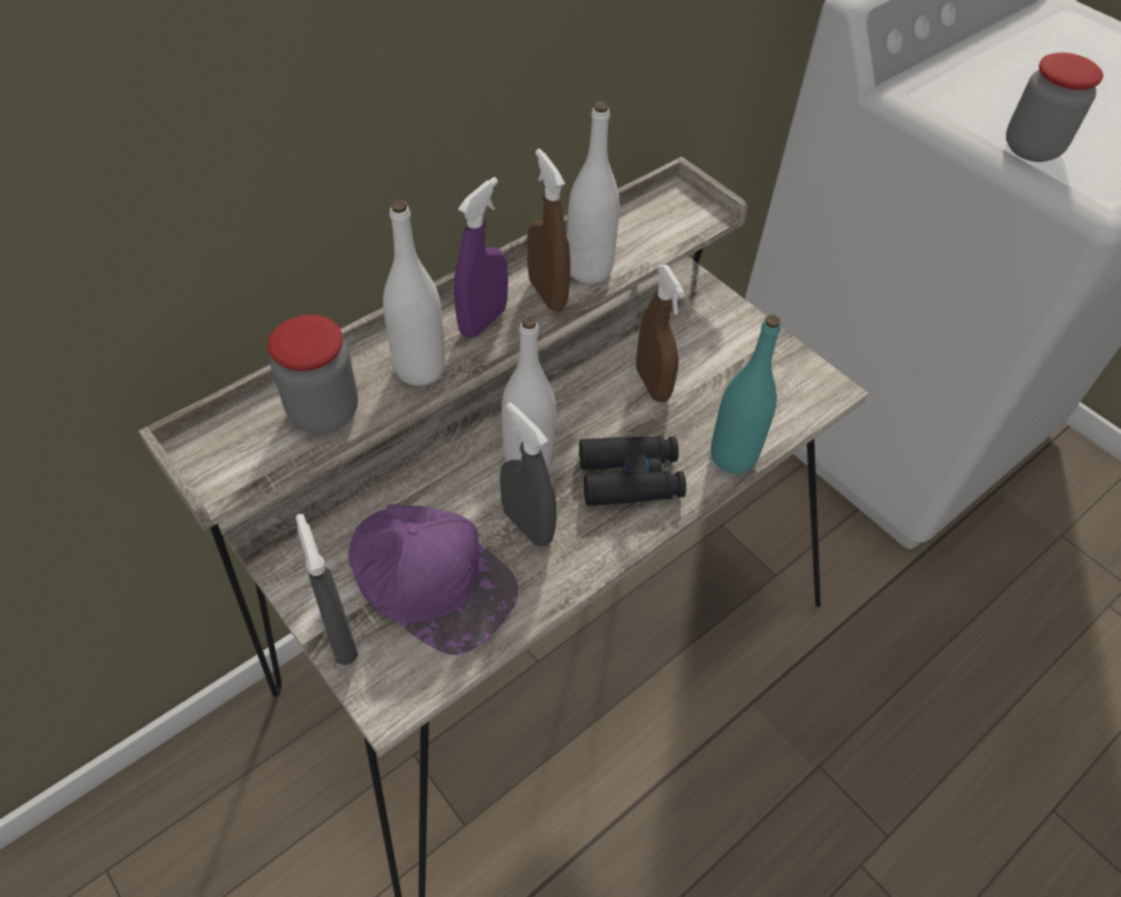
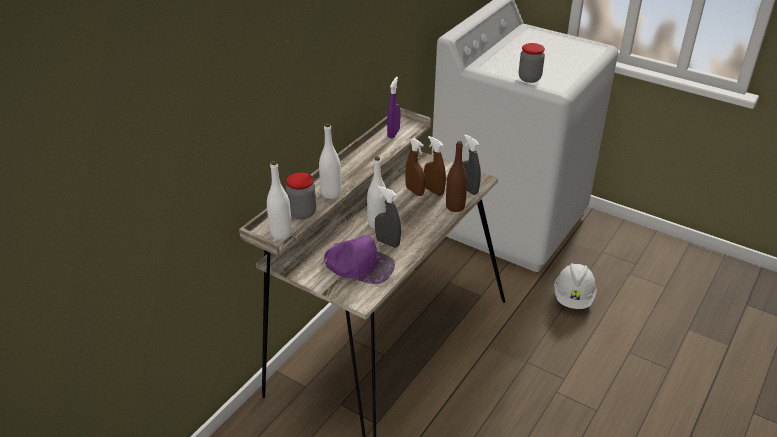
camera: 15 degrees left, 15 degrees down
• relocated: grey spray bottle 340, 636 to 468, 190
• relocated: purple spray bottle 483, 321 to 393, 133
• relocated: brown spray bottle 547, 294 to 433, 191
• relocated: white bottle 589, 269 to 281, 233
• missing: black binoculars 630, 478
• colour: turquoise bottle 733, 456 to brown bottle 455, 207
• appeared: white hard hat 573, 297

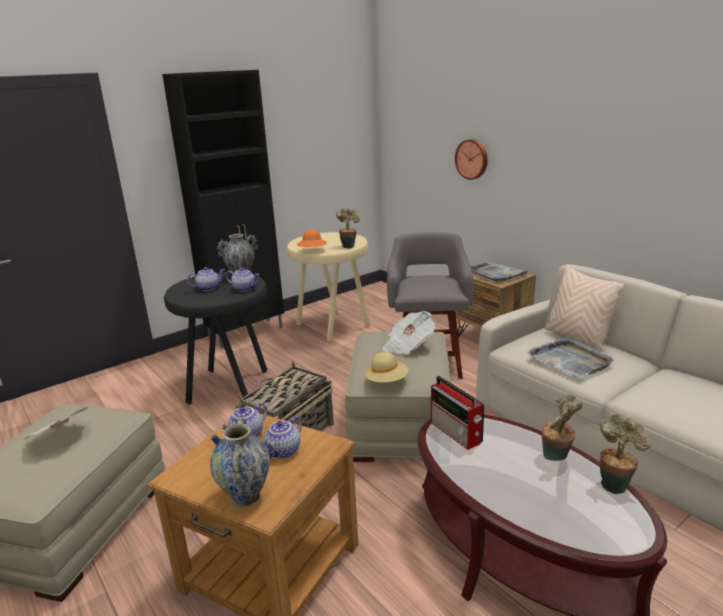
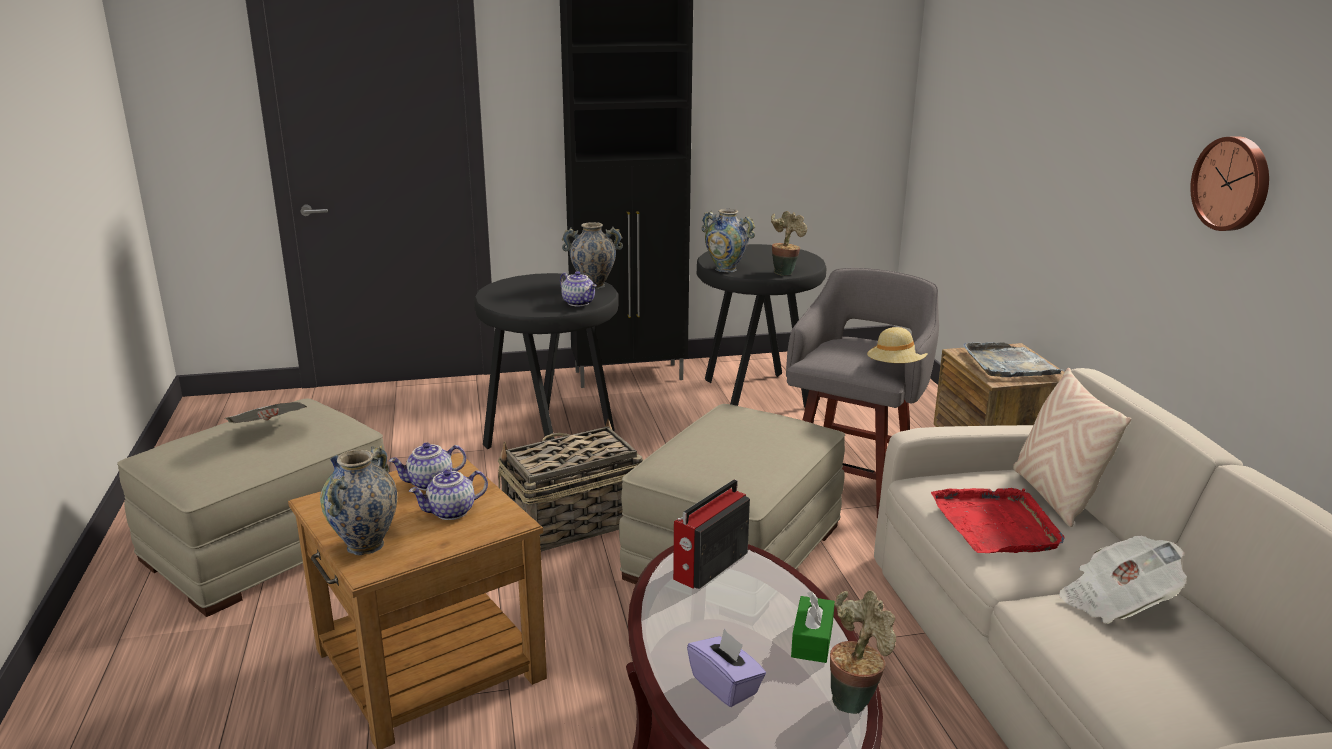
camera: 25 degrees right, 0 degrees up
• missing: teapot 208, 288
• colour: beige stool 333, 327 to black stool 755, 395
• exchanged: orange hat 312, 251 to vase 726, 269
• relocated: beige hat 387, 381 to 896, 367
• relocated: newspaper 408, 346 to 1116, 602
• spun: radio 456, 433 = 709, 566 45 degrees clockwise
• relocated: wall clock 472, 159 to 1233, 183
• colour: grey tray 570, 360 to red tray 996, 524
• exchanged: potted plant 556, 457 to green tissue box 812, 640
• appeared: purple tissue box 725, 685

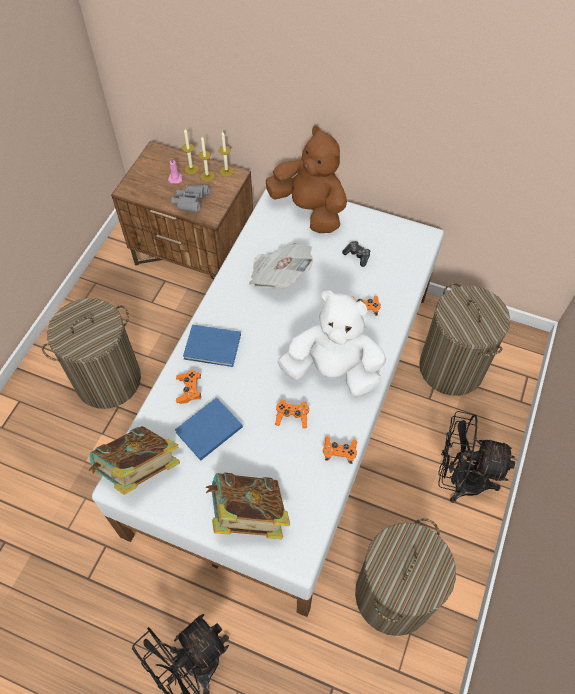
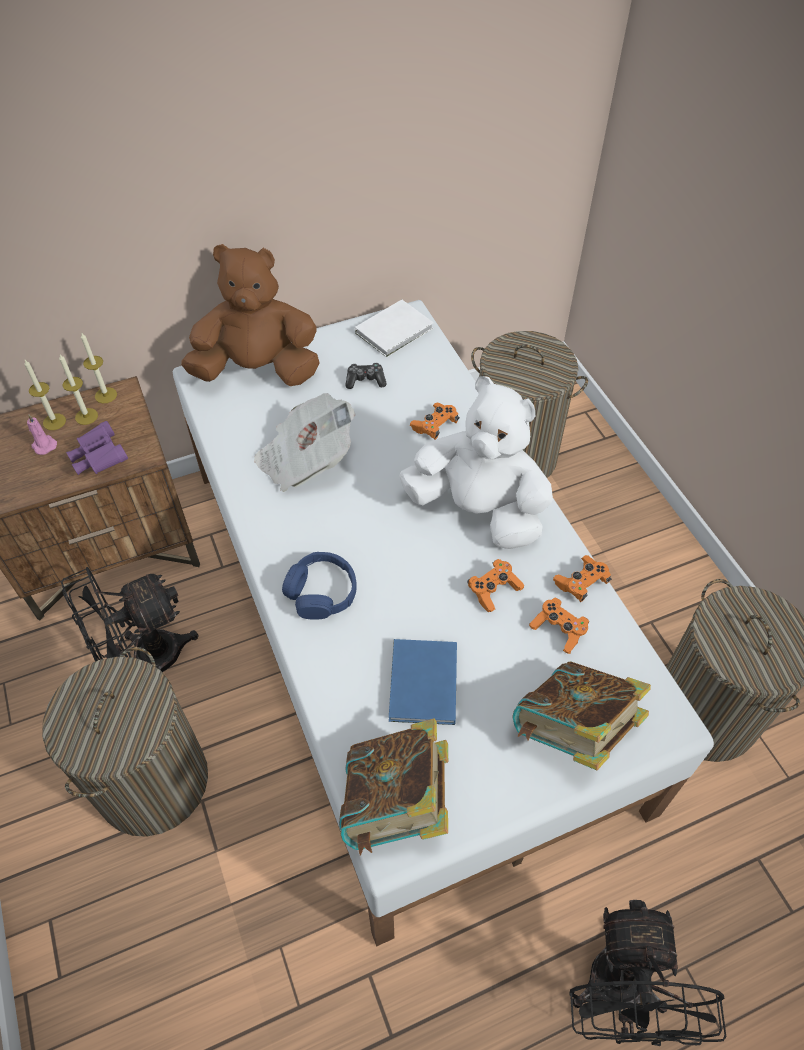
camera: 45 degrees left, 5 degrees down
• colour: grey binoculars 191, 203 to purple binoculars 100, 459
• relocated: orange game controller 189, 390 to 559, 630
• exchanged: blue book 213, 348 to blue headphones 321, 592
• spun: white plush toy 333, 371 = 478, 510 60 degrees clockwise
• relocated: black fan 459, 479 to 145, 660
• appeared: white book 396, 330

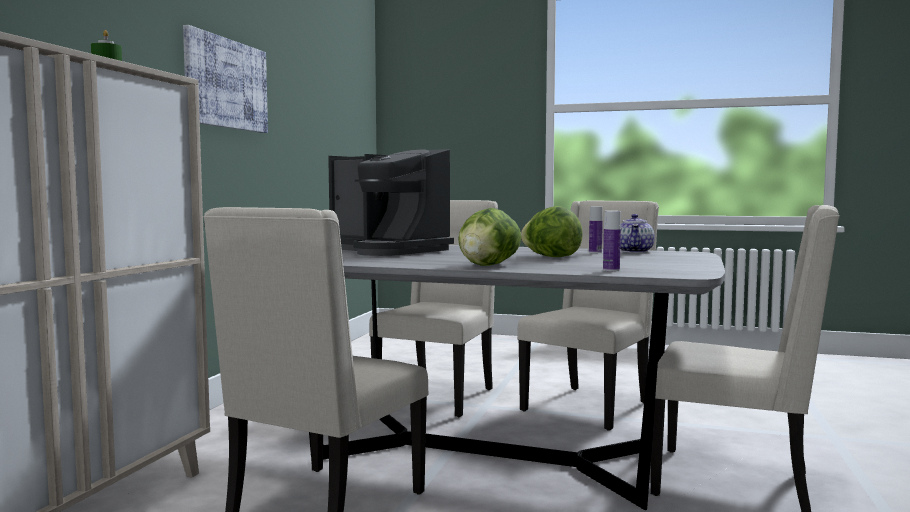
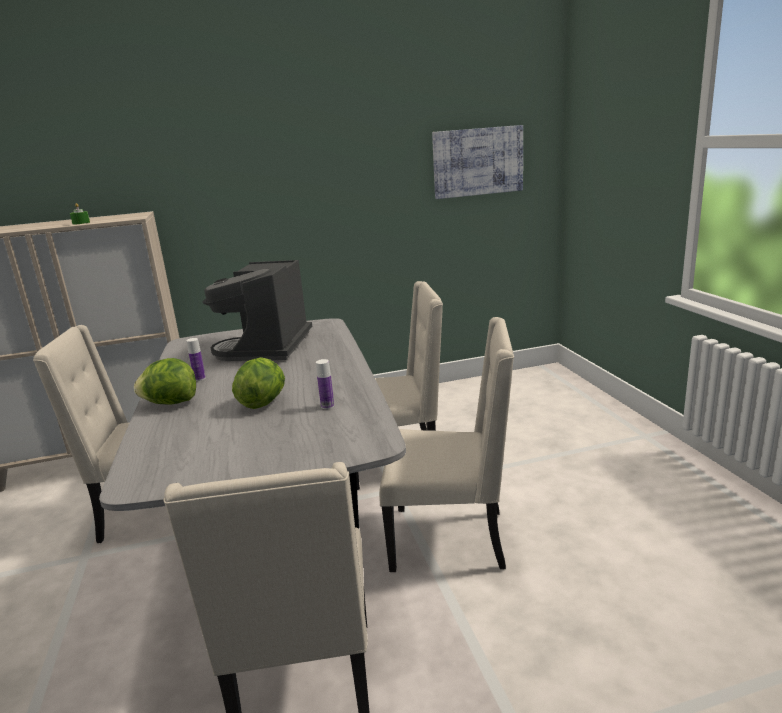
camera: 60 degrees right, 15 degrees up
• relocated: picture 226, 84 to 478, 162
• relocated: bottle 611, 270 to 199, 378
• missing: teapot 634, 251

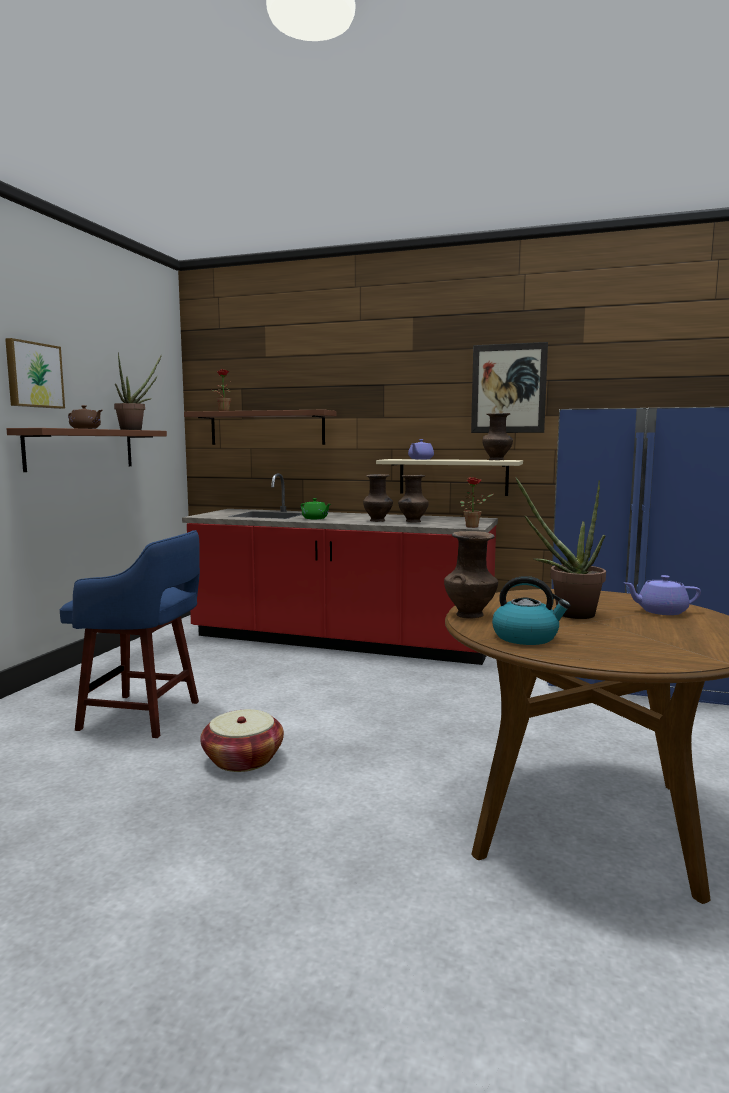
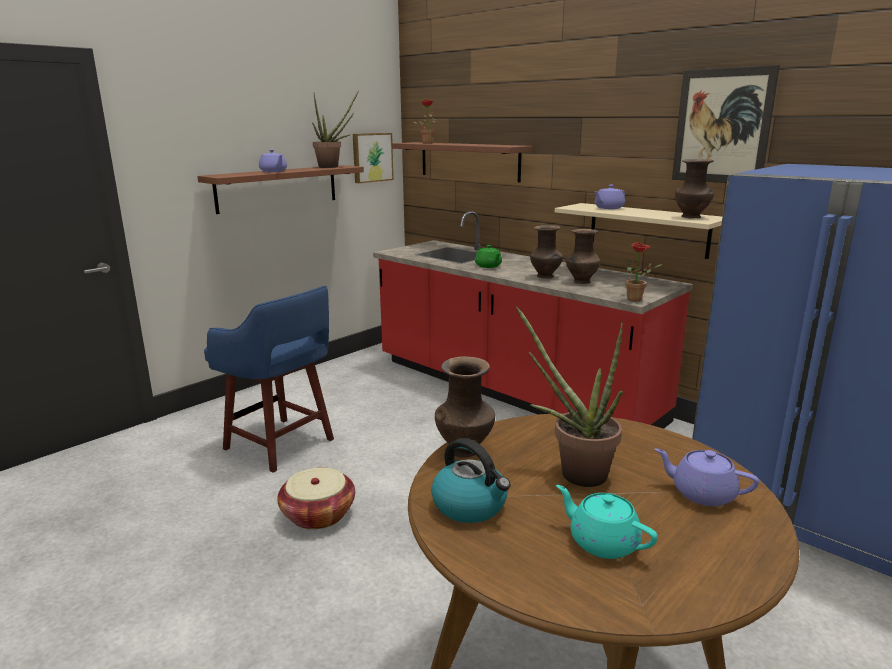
camera: 25 degrees right, 10 degrees up
• relocated: picture 33, 375 to 371, 157
• colour: brown teapot 86, 428 to purple teapot 273, 171
• appeared: turquoise teapot 602, 542

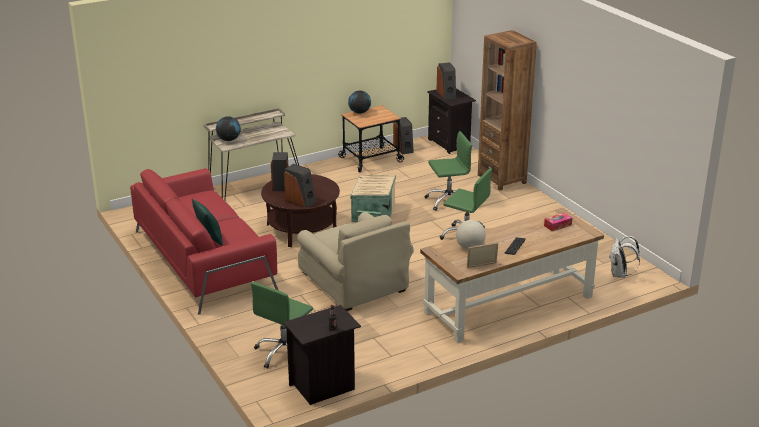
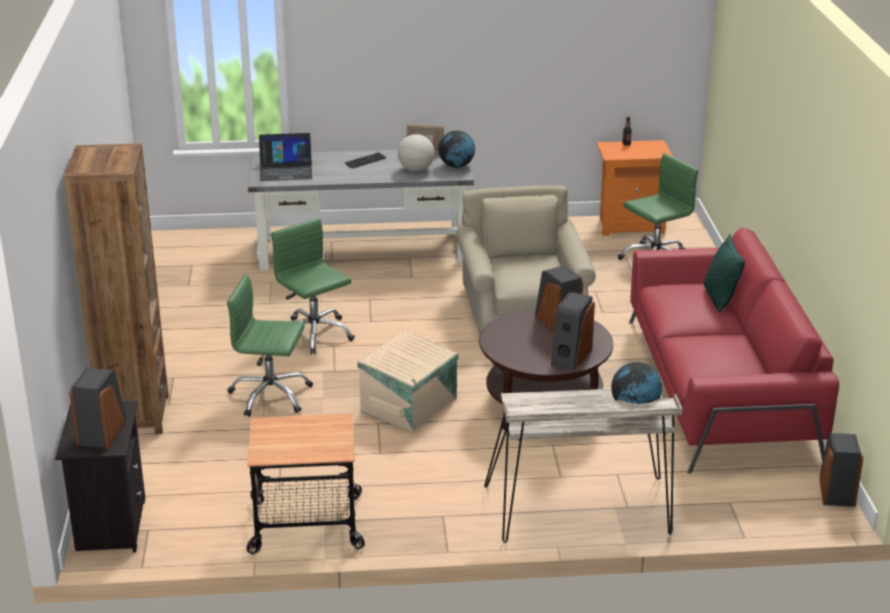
camera: 155 degrees left, 0 degrees up
• colour: black nightstand 323, 387 to orange nightstand 630, 225
• relocated: globe 359, 112 to 456, 166
• relocated: speaker 403, 148 to 835, 491
• colour: brown desk 508, 305 to grey desk 363, 249
• exchanged: tissue box 557, 225 to laptop 286, 170
• missing: white backpack 620, 274

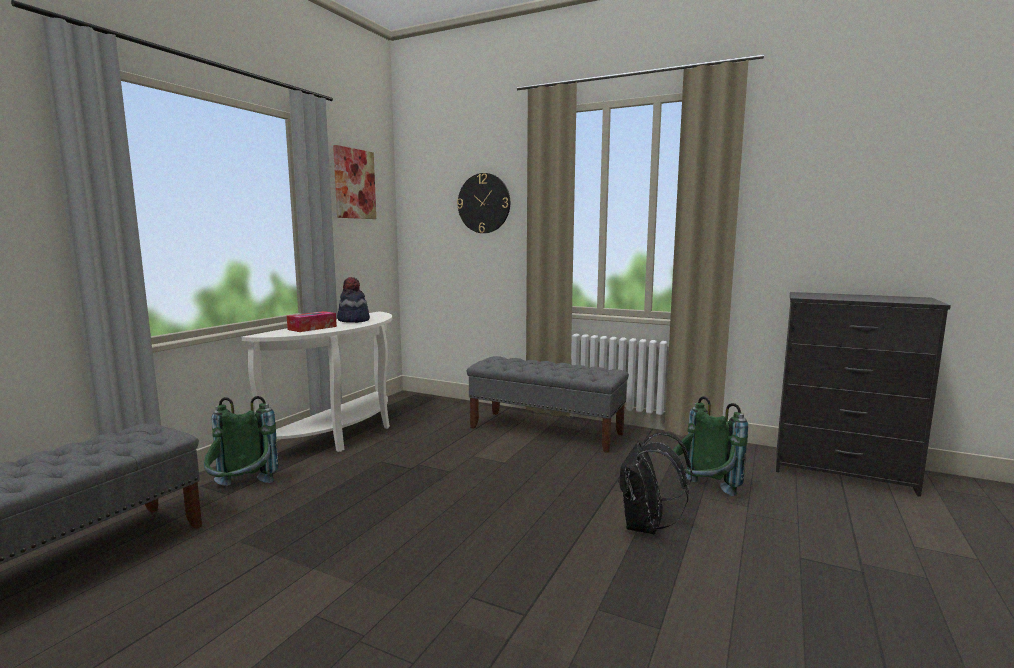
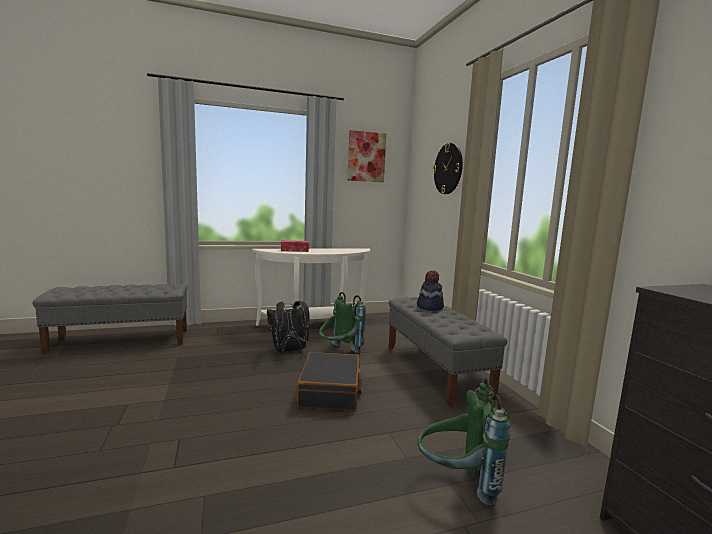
camera: 45 degrees right, 0 degrees up
• relocated: green backpack 242, 492 to 339, 352
• relocated: hat 353, 320 to 429, 307
• relocated: black backpack 646, 526 to 289, 351
• appeared: black suitcase 330, 391

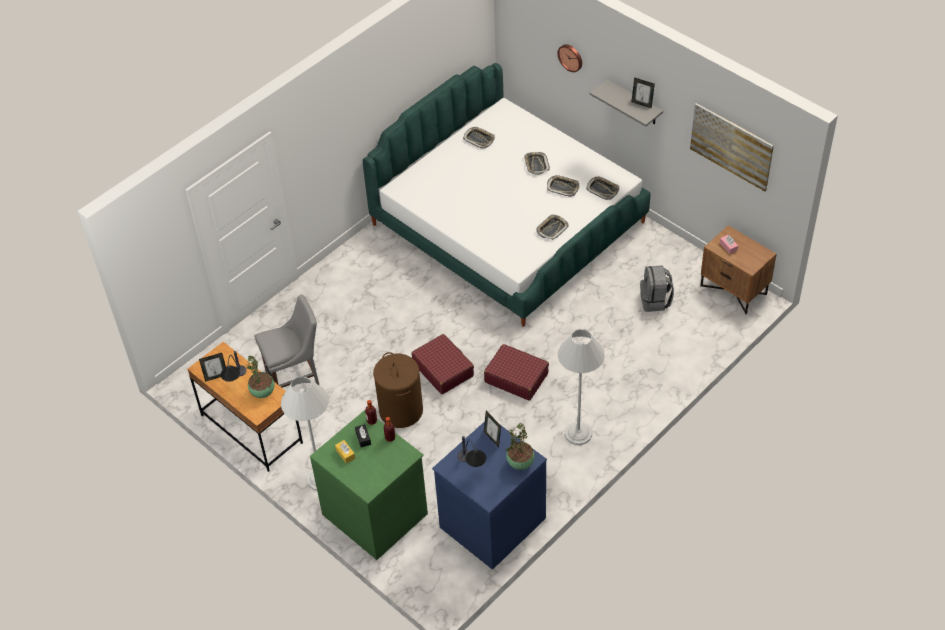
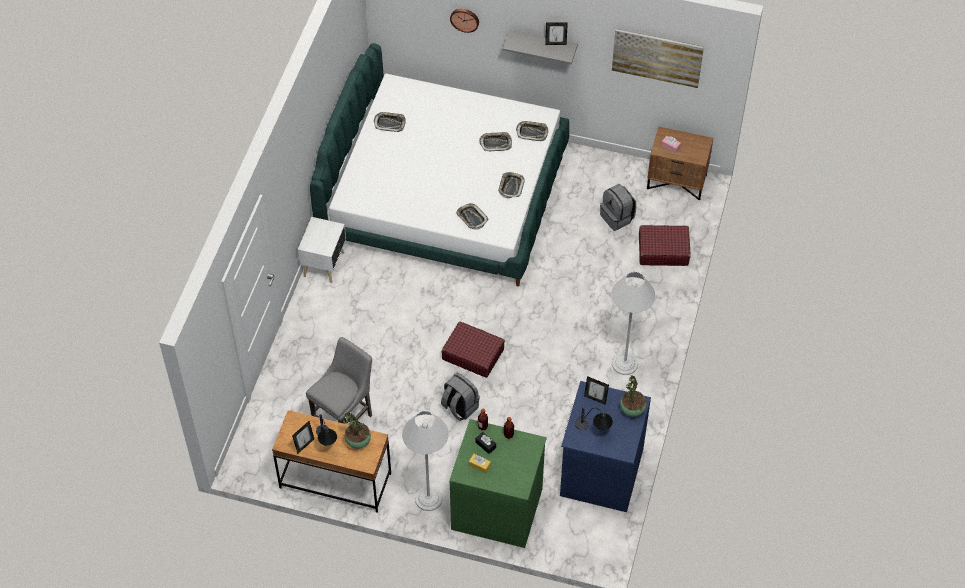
camera: 30 degrees left, 5 degrees up
• exchanged: brown laundry basket 400, 410 to grey backpack 459, 407
• relocated: red suitcase 516, 377 to 663, 250
• relocated: tray 536, 165 to 471, 218
• appeared: white nightstand 325, 264

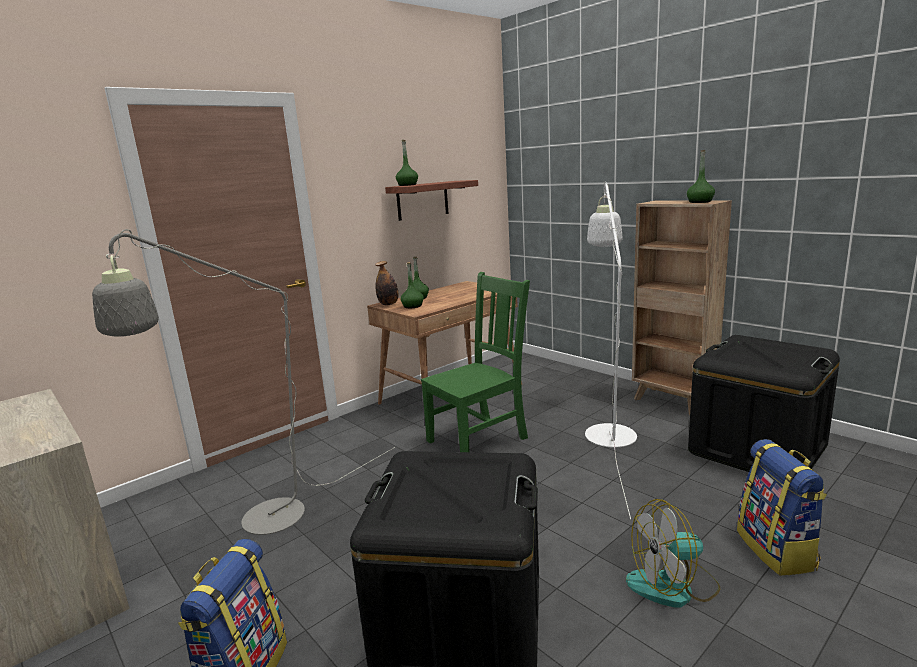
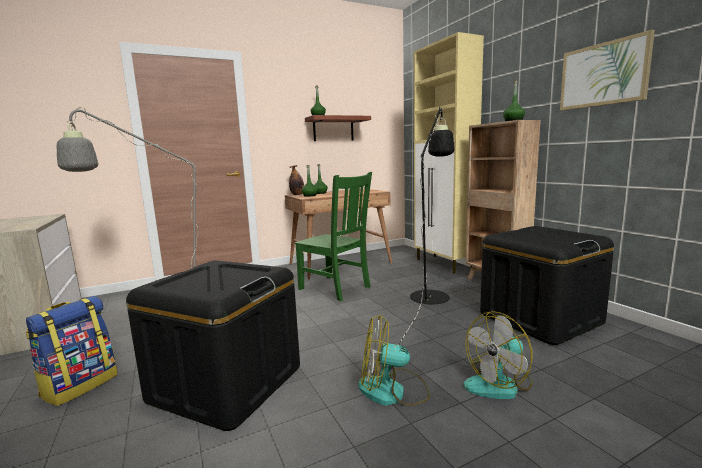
camera: 15 degrees right, 5 degrees down
• spun: green chair 480, 438 = 336, 288 60 degrees clockwise
• colour: white floor lamp 608, 428 to black floor lamp 431, 293
• exchanged: backpack 777, 550 to fan 499, 384
• appeared: beige cabinet 444, 264
• appeared: picture 603, 74

